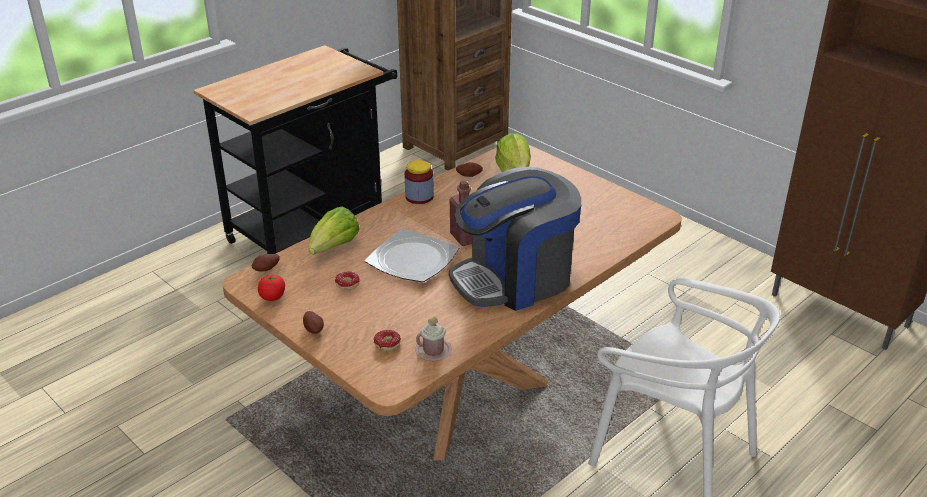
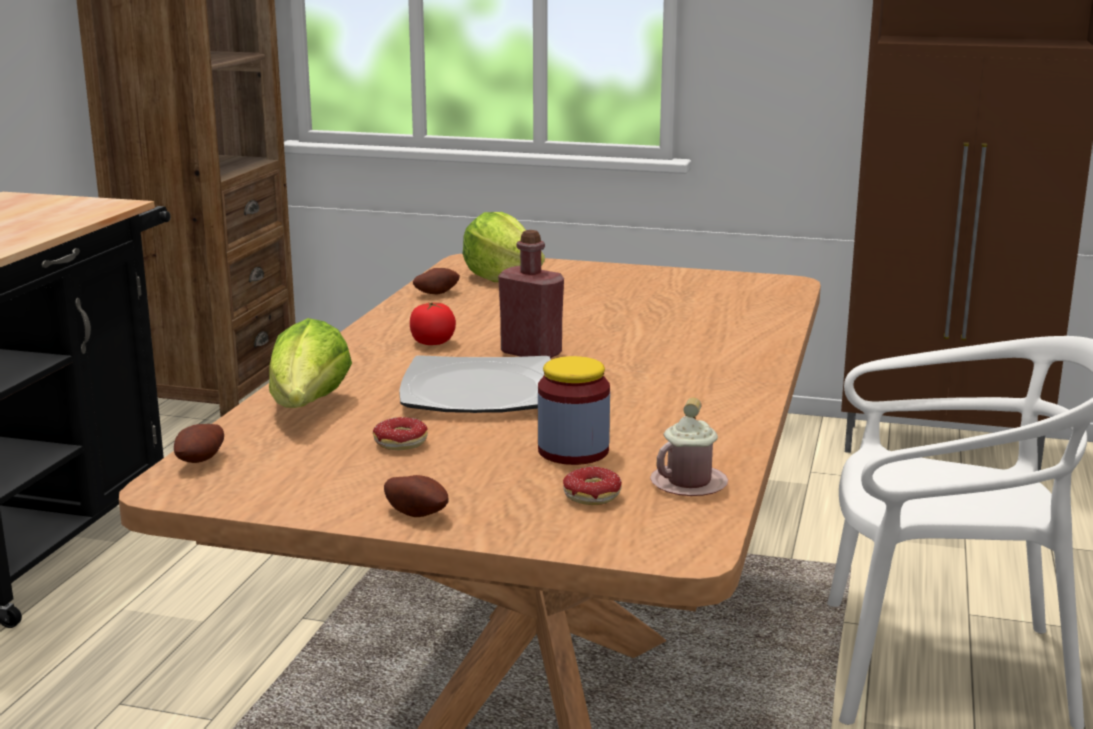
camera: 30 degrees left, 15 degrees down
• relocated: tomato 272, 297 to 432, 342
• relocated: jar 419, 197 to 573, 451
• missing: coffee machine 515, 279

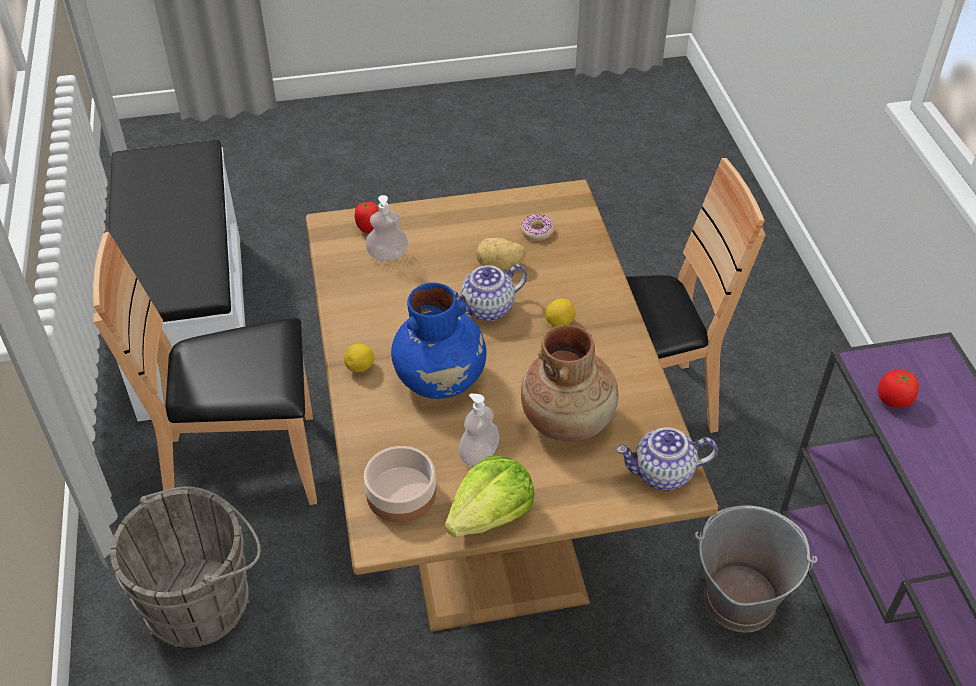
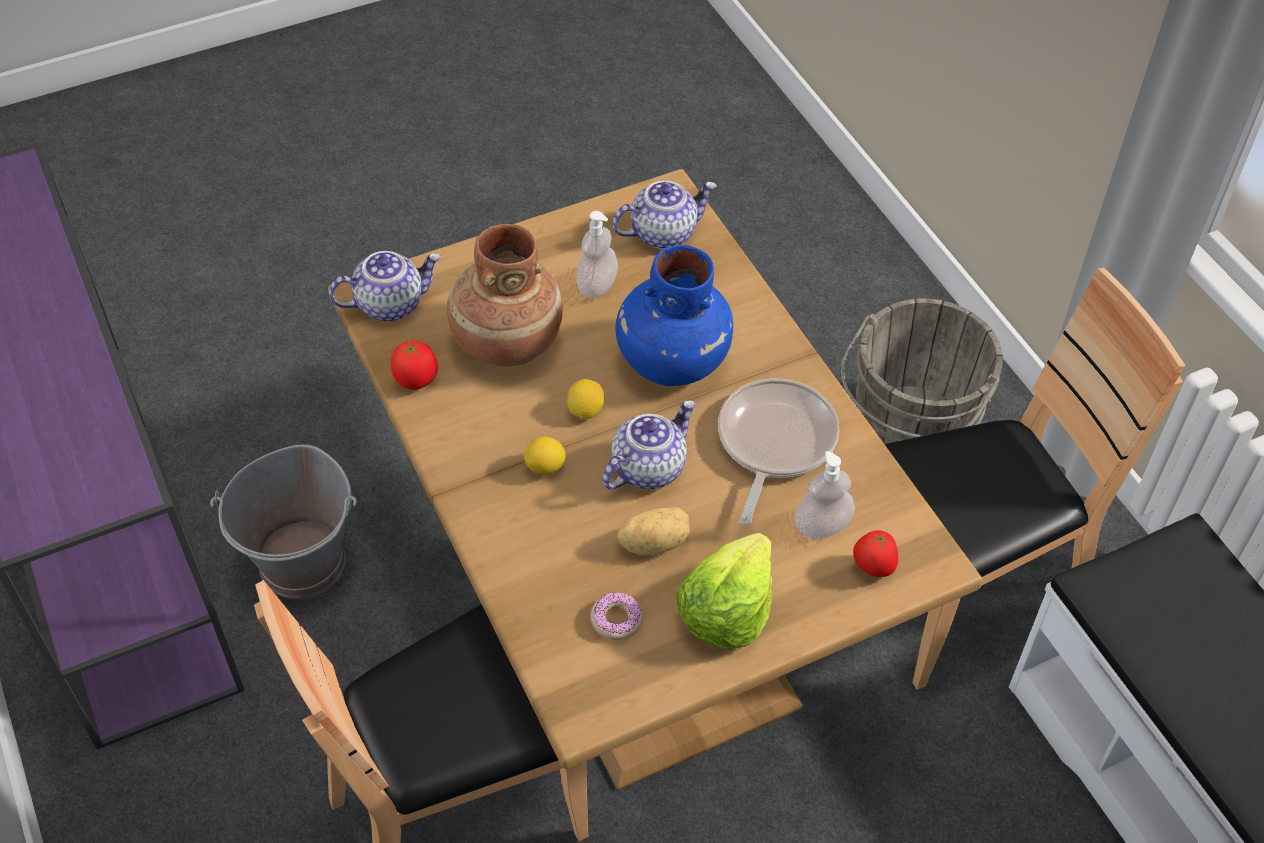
camera: 165 degrees right, 5 degrees up
• relocated: lemon 360, 367 to 585, 410
• exchanged: bowl 401, 494 to teapot 664, 232
• relocated: lettuce 491, 515 to 727, 610
• relocated: tomato 893, 400 to 416, 379
• appeared: frying pan 774, 443

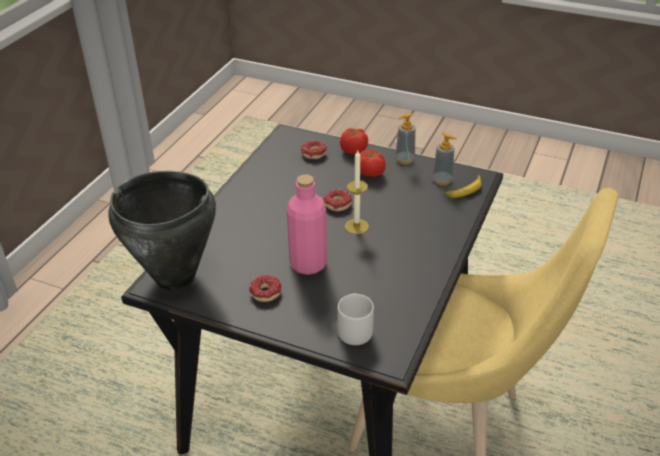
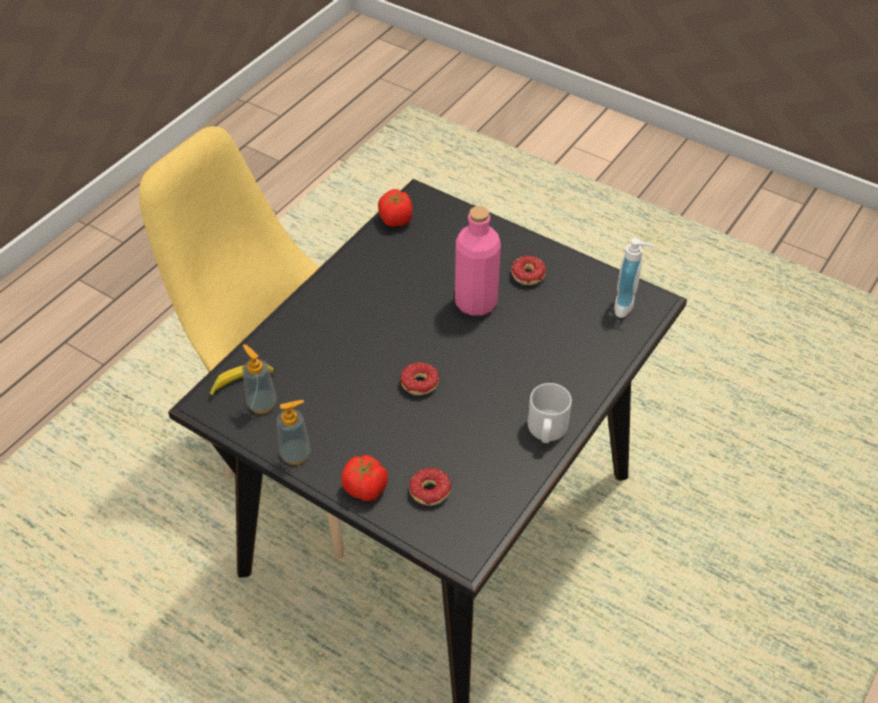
camera: 170 degrees left, 10 degrees up
• exchanged: black cooking pot 175, 278 to soap dispenser 628, 306
• relocated: grey mug 355, 329 to 546, 430
• missing: candle 356, 226
• relocated: tomato 370, 173 to 395, 220

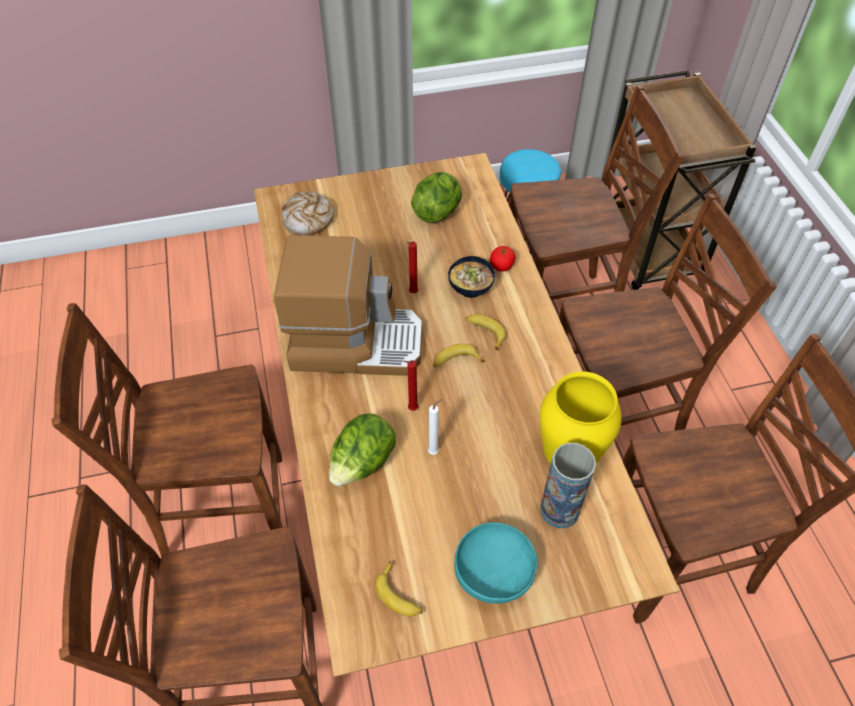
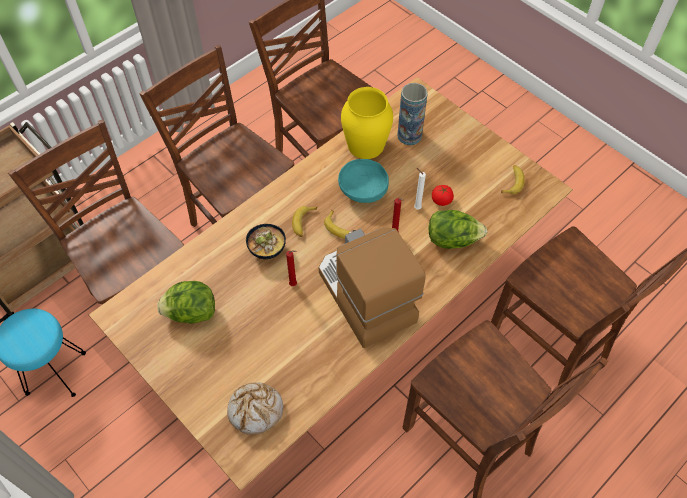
camera: 120 degrees left, 5 degrees up
• relocated: turquoise bowl 494, 572 to 362, 191
• relocated: tomato 501, 266 to 441, 200

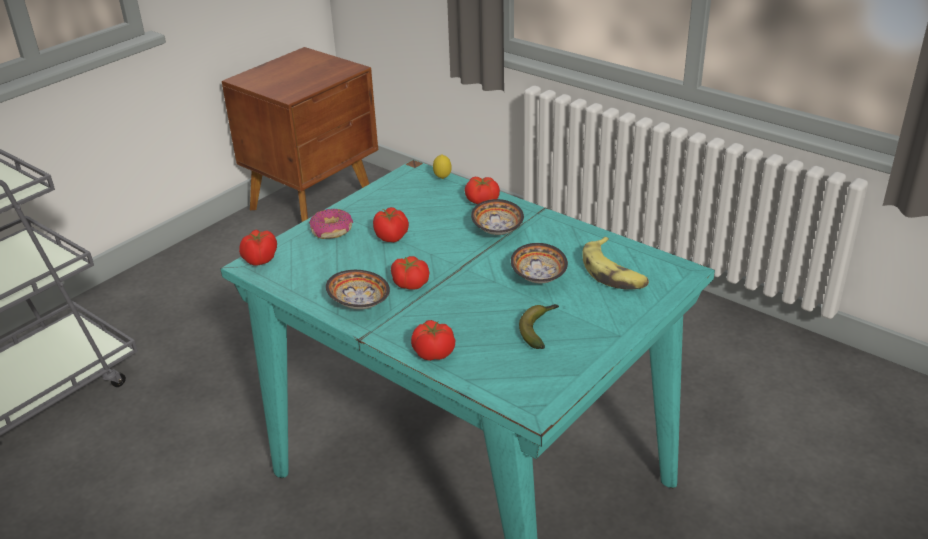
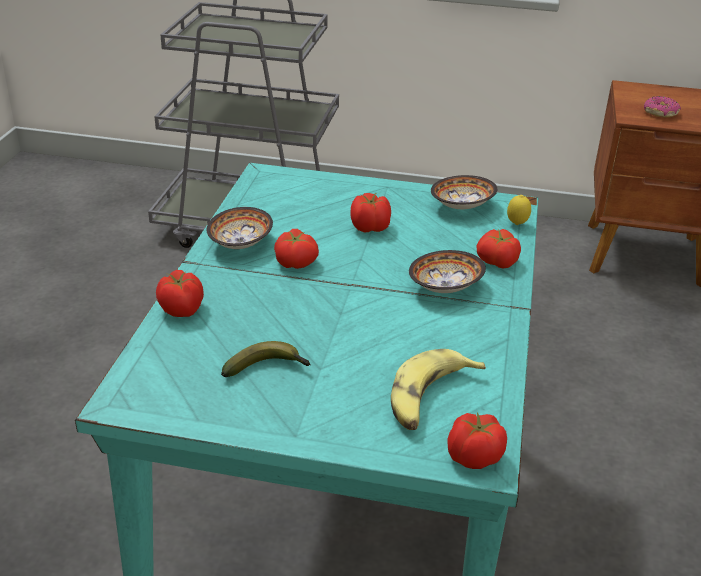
camera: 60 degrees right, 0 degrees up
• relocated: tomato 260, 260 to 473, 457
• relocated: donut 332, 230 to 660, 113
• relocated: bowl 539, 276 to 464, 207

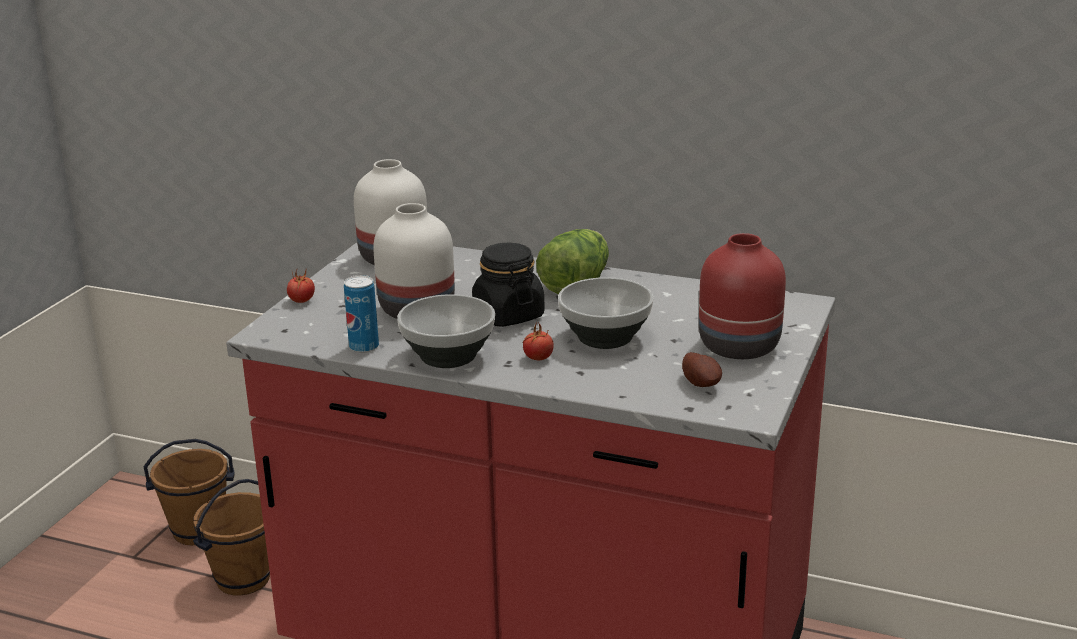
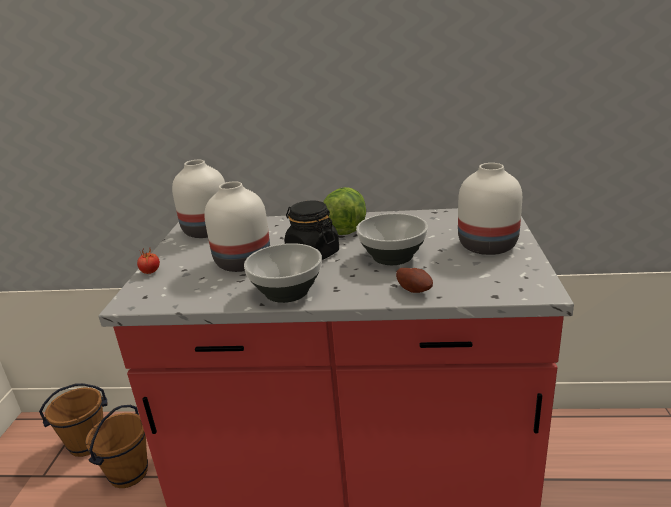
camera: 15 degrees left, 0 degrees up
• missing: can 364, 347
• missing: tomato 538, 358
• relocated: potato 702, 383 to 415, 290
• colour: red vase 737, 346 to white vase 486, 246

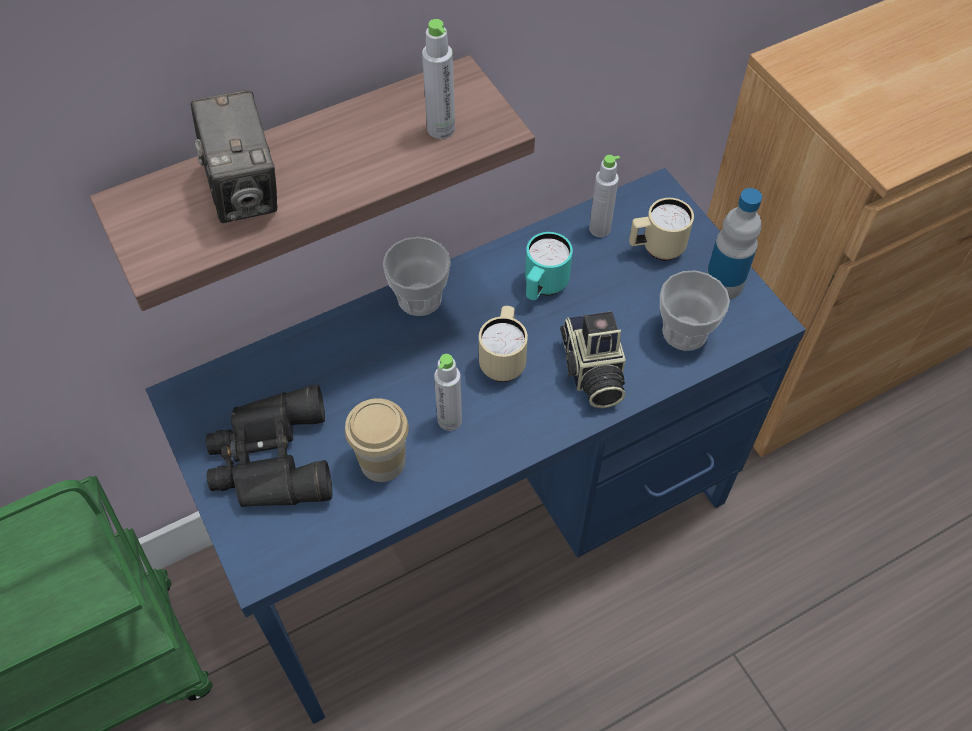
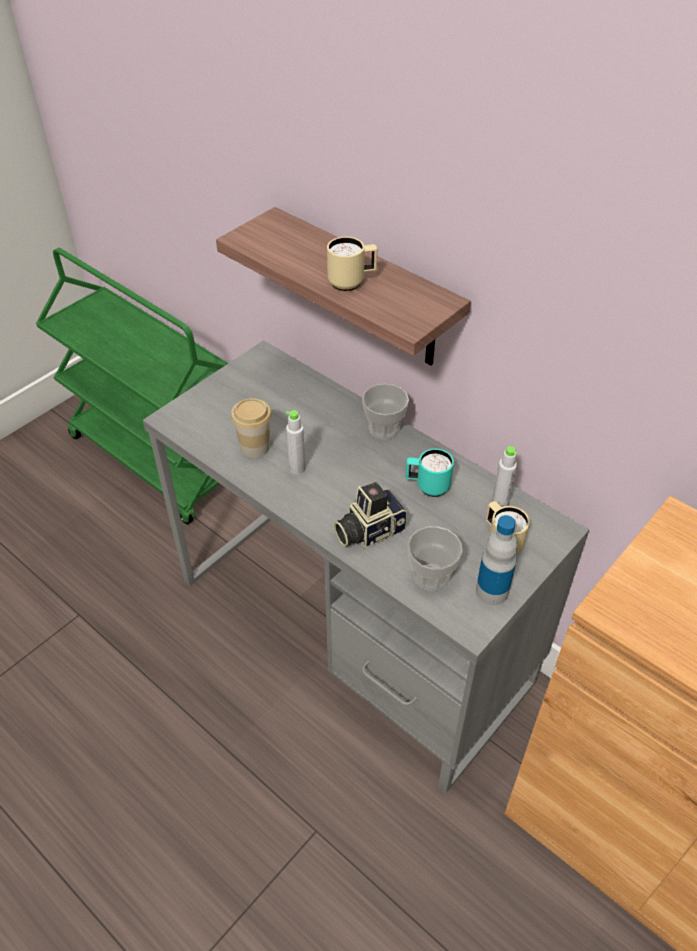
camera: 70 degrees right, 10 degrees down
• colour: blue desk 485, 526 to grey desk 352, 630
• missing: photo camera 245, 192
• missing: black binoculars 269, 459
• missing: grey bottle 441, 129
• relocated: beige mug 503, 359 to 352, 282

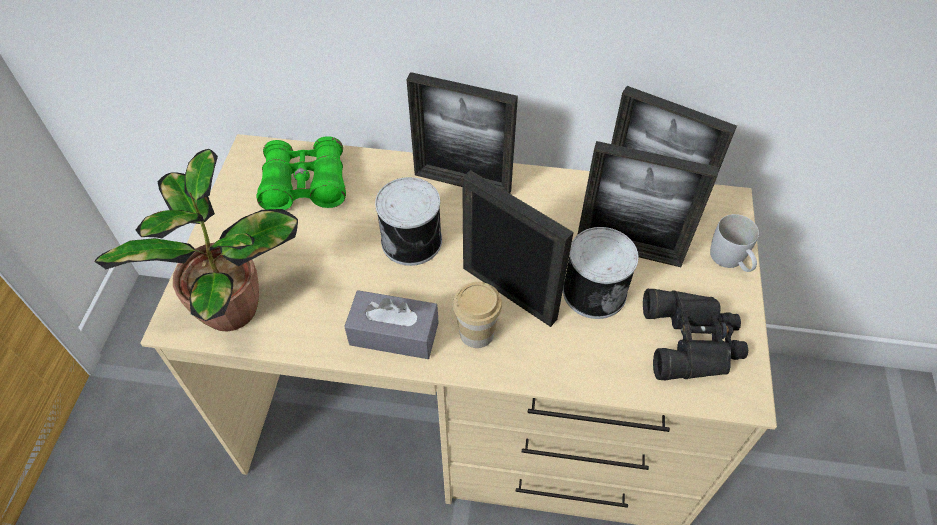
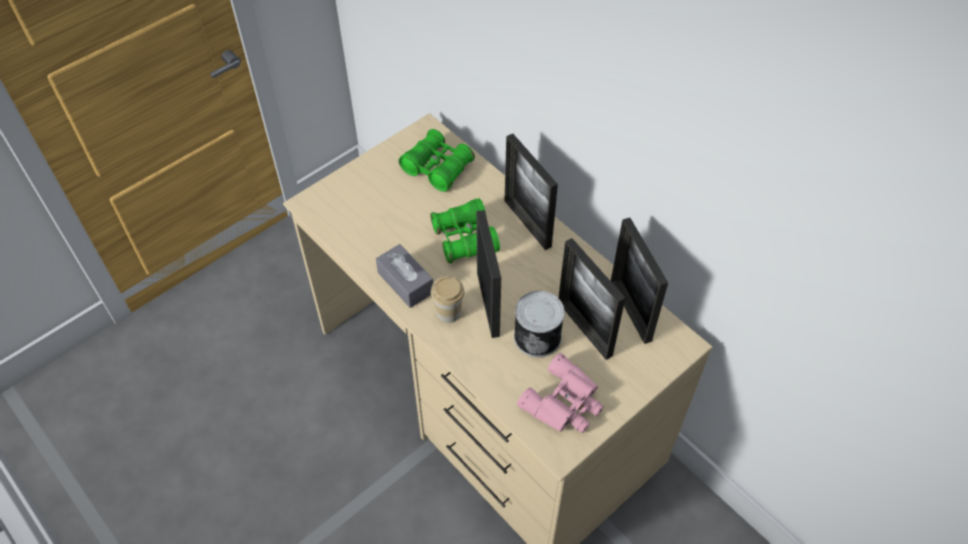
camera: 40 degrees right, 0 degrees up
• missing: potted plant 231, 305
• exchanged: can 413, 240 to green binoculars 465, 239
• colour: black binoculars 693, 340 to pink binoculars 565, 403
• missing: white mug 730, 261

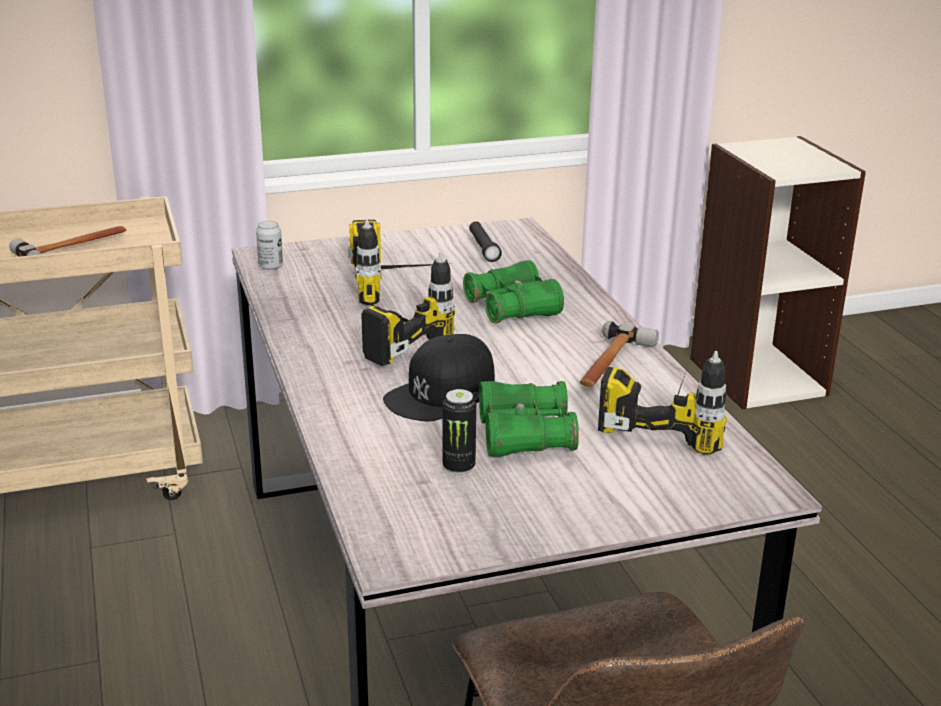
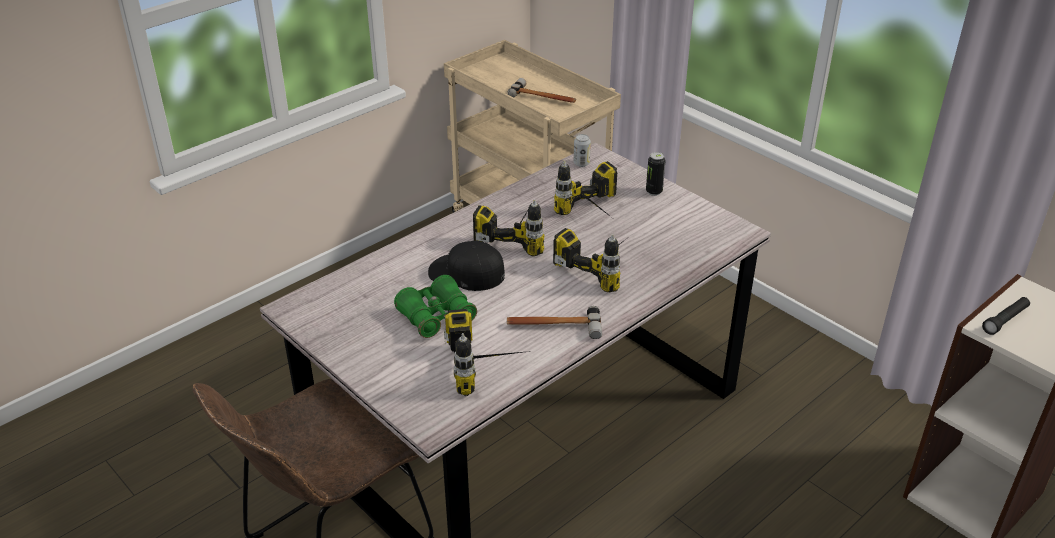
camera: 65 degrees right, 10 degrees up
• relocated: can 458, 467 to 654, 192
• exchanged: green binoculars 512, 308 to power drill 603, 266
• relocated: black flashlight 483, 248 to 1005, 320

